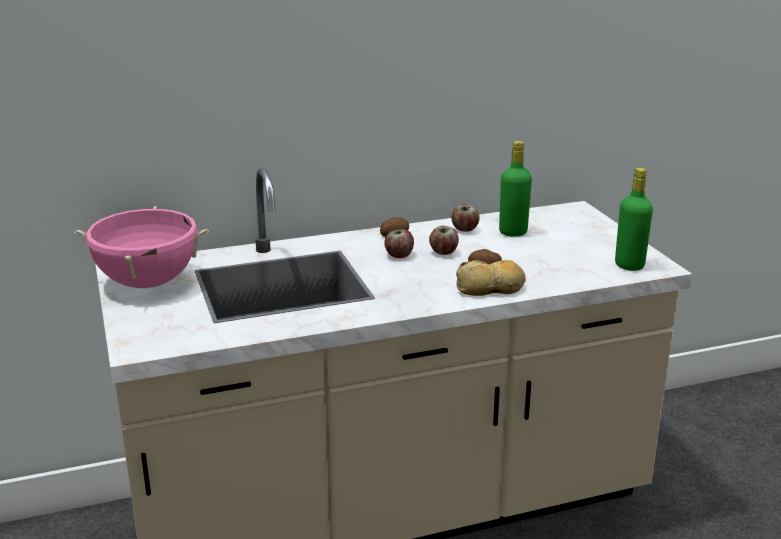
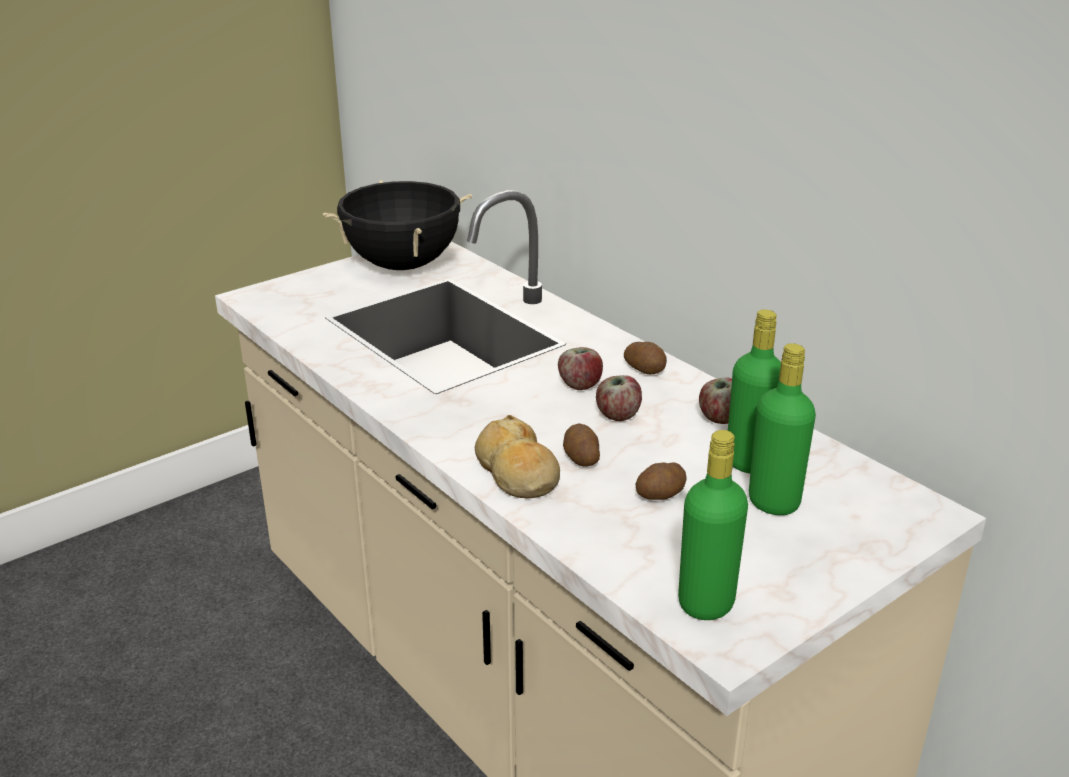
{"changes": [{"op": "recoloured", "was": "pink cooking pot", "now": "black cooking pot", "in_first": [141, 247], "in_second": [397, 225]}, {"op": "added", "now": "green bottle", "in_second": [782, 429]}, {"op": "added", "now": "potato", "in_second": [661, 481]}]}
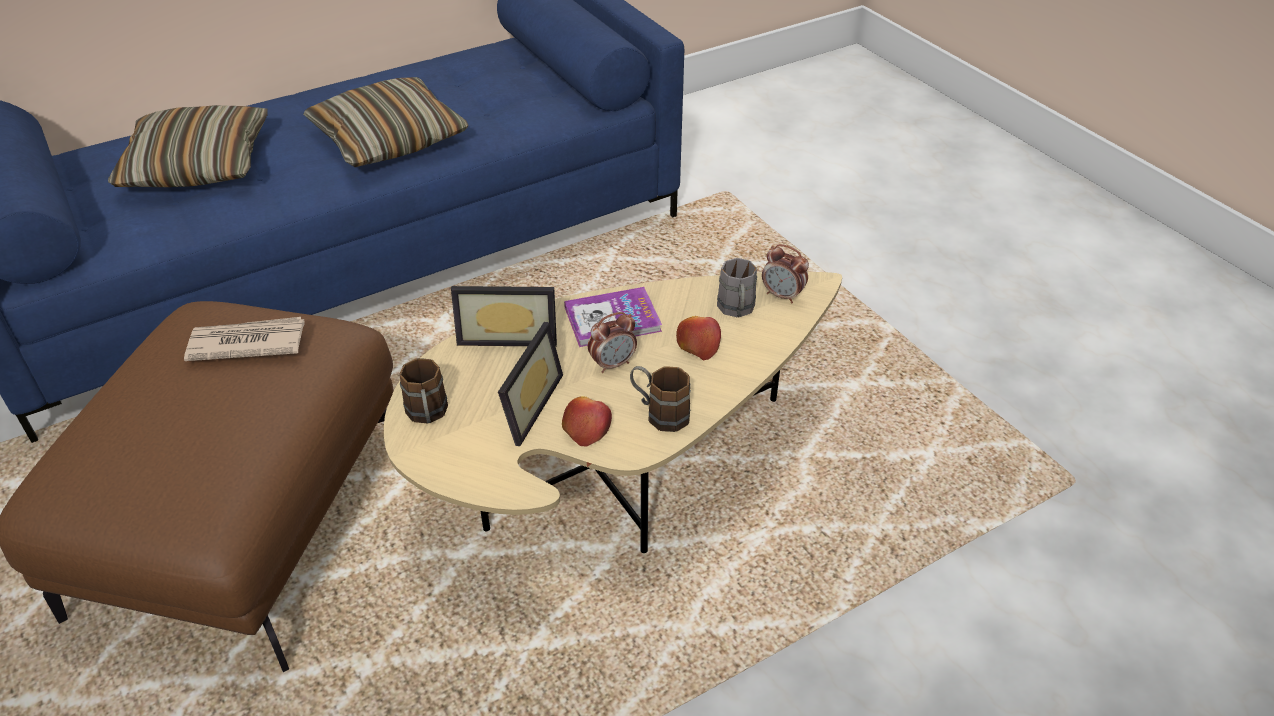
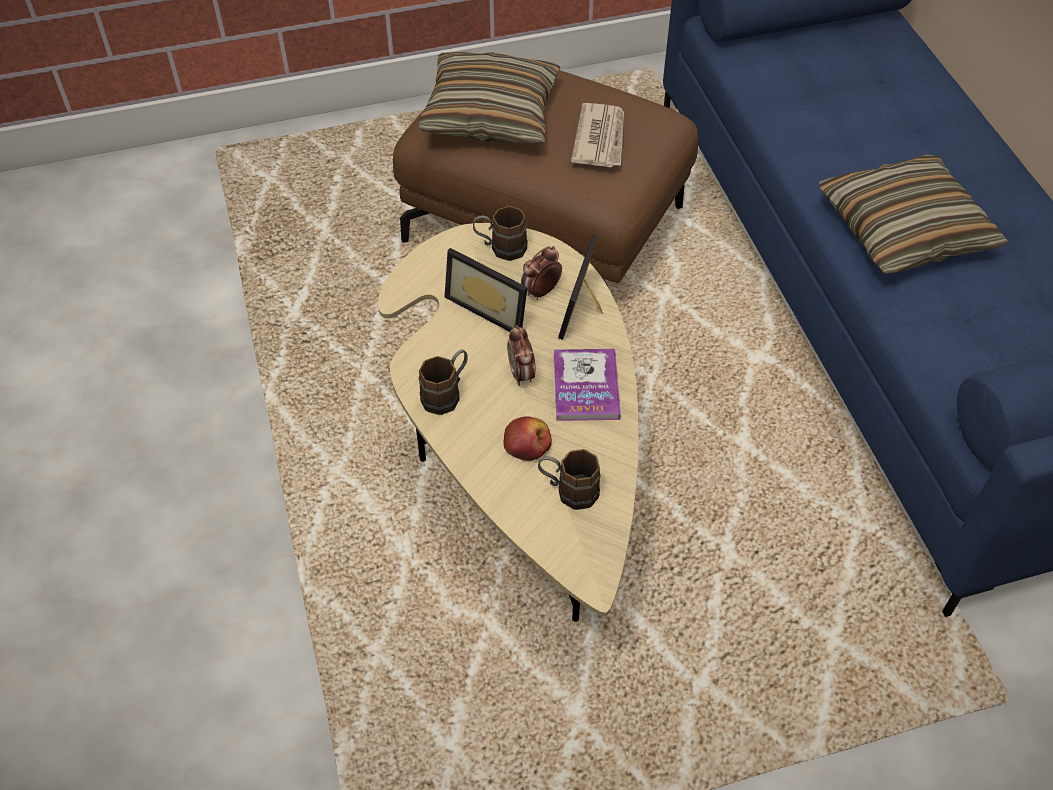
{"changes": [{"op": "moved", "was": "pillow", "in_first": [188, 146], "in_second": [490, 98]}, {"op": "moved", "was": "alarm clock", "in_first": [785, 273], "in_second": [541, 273]}, {"op": "recoloured", "was": "grey mug", "now": "brown mug", "in_first": [737, 288], "in_second": [569, 479]}, {"op": "removed", "was": "apple", "in_first": [587, 421]}]}
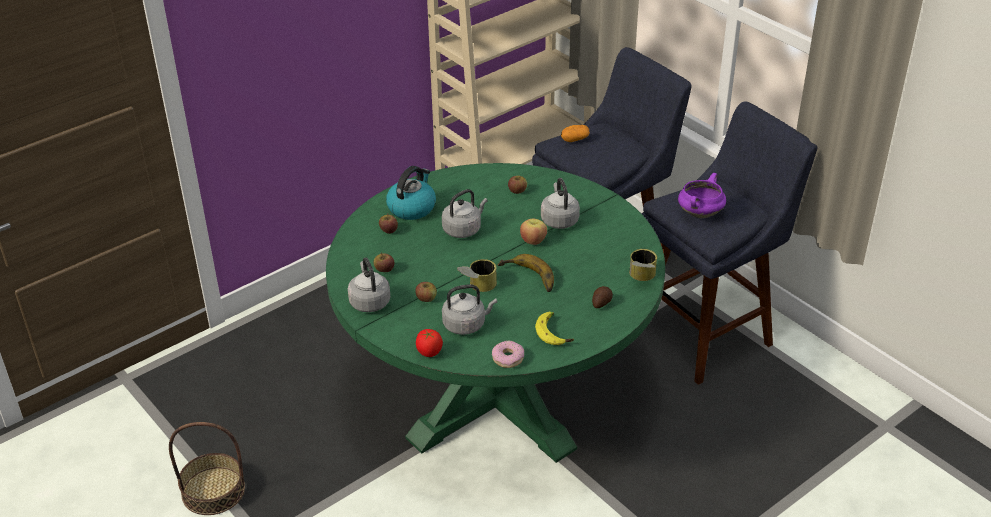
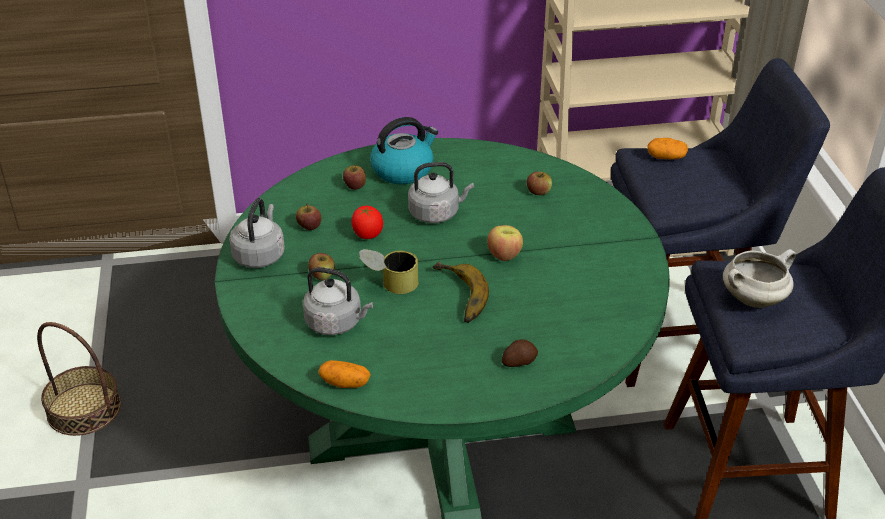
{"changes": [{"op": "recoloured", "was": "purple cooking pot", "now": "white cooking pot", "in_first": [702, 195], "in_second": [759, 278]}, {"op": "removed", "was": "grey kettle", "in_first": [560, 203]}, {"op": "removed", "was": "can", "in_first": [643, 265]}, {"op": "removed", "was": "banana", "in_first": [554, 328]}, {"op": "moved", "was": "tomato", "in_first": [429, 343], "in_second": [367, 222]}, {"op": "replaced", "was": "donut", "now": "potato", "in_first": [508, 354], "in_second": [345, 374]}]}
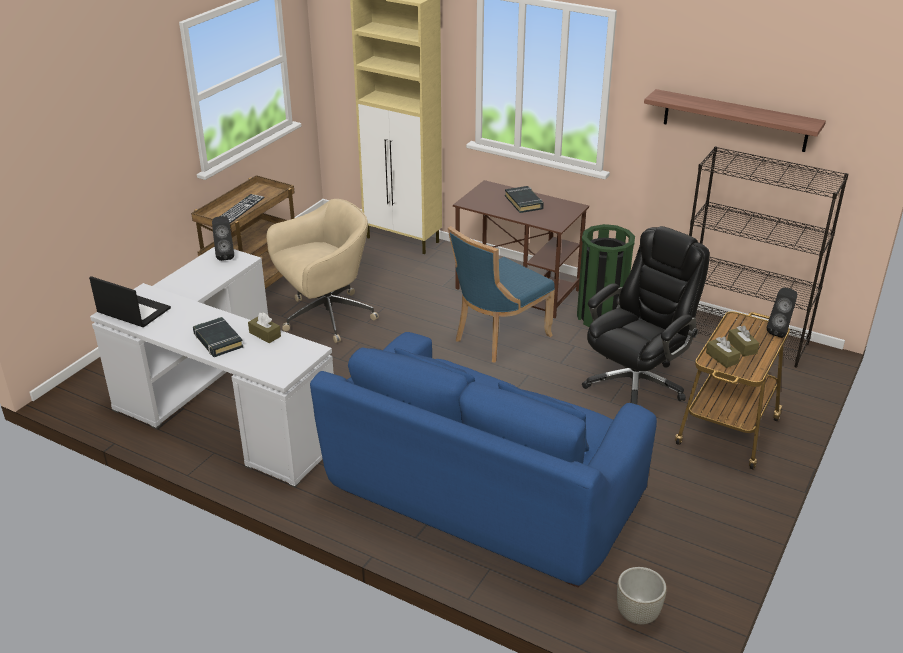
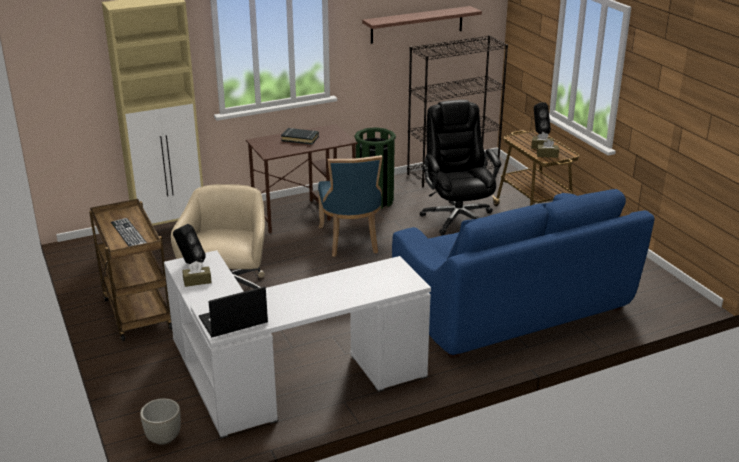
{"changes": [{"op": "moved", "was": "brown tissue box", "in_first": [264, 328], "in_second": [197, 274]}, {"op": "removed", "was": "black book", "in_first": [218, 337]}, {"op": "moved", "was": "grey planter", "in_first": [642, 596], "in_second": [160, 421]}]}
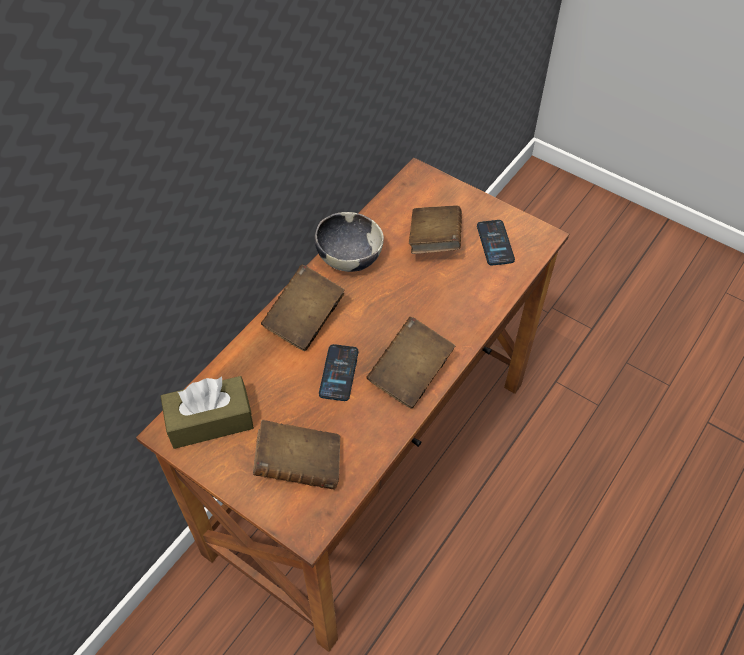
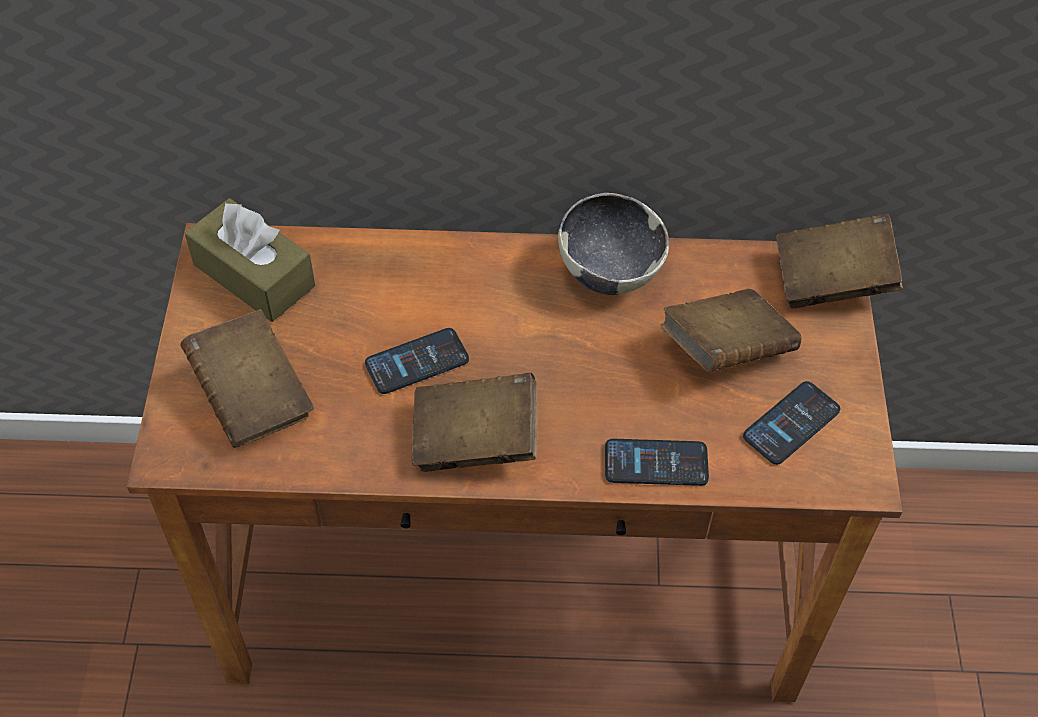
{"changes": [{"op": "moved", "was": "brown book", "in_first": [303, 308], "in_second": [839, 260]}, {"op": "added", "now": "phone", "in_second": [657, 462]}]}
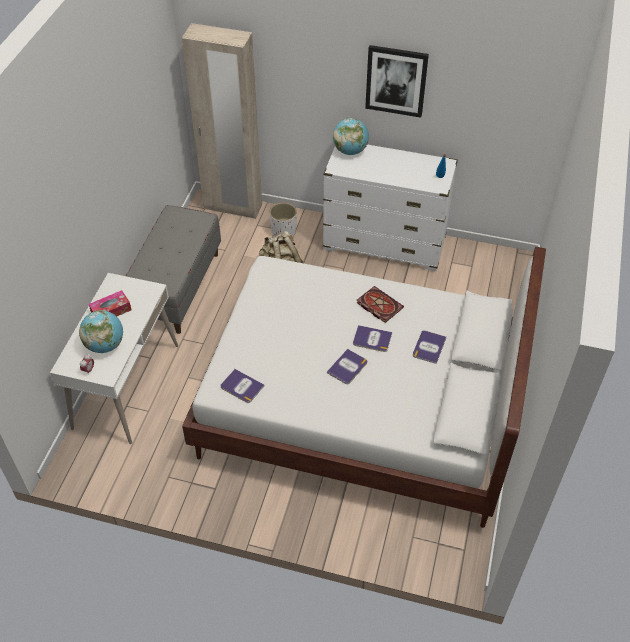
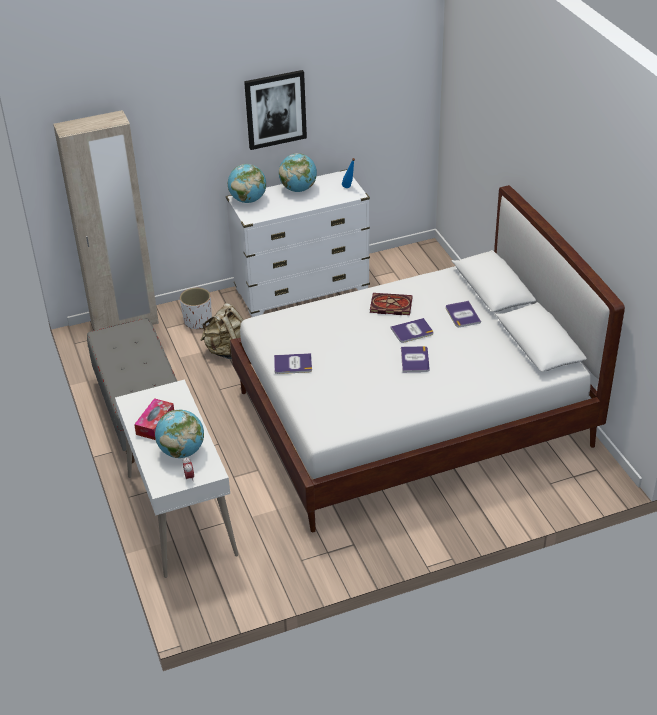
{"changes": [{"op": "moved", "was": "book", "in_first": [242, 386], "in_second": [293, 363]}, {"op": "added", "now": "globe", "in_second": [298, 172]}]}
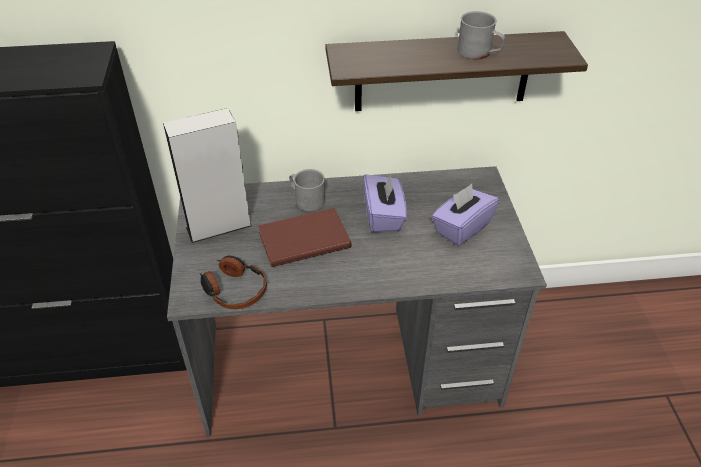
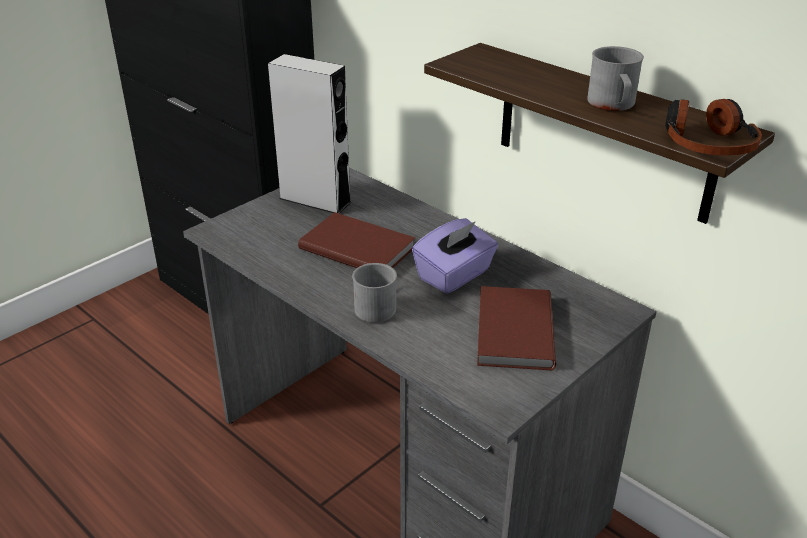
{"changes": [{"op": "moved", "was": "grey mug", "in_first": [307, 190], "in_second": [374, 293]}, {"op": "replaced", "was": "purple tissue box", "now": "brown book", "in_first": [465, 215], "in_second": [516, 328]}, {"op": "moved", "was": "headphones", "in_first": [233, 282], "in_second": [713, 127]}]}
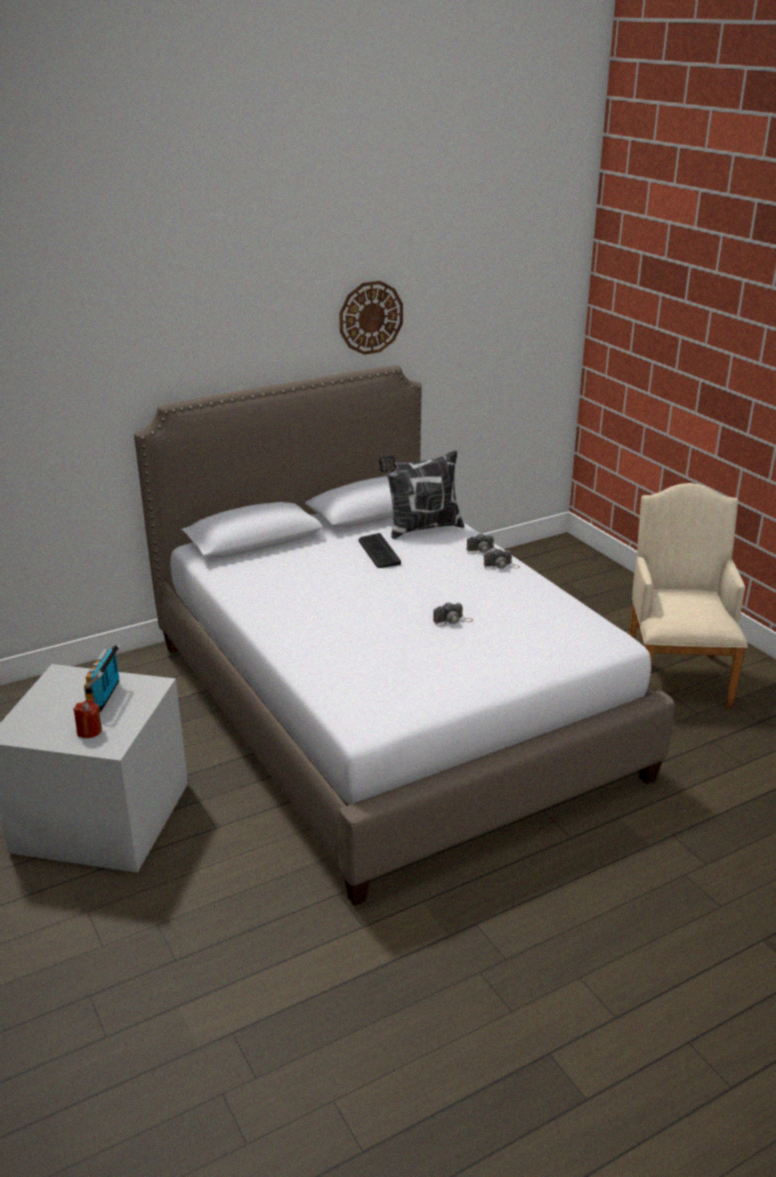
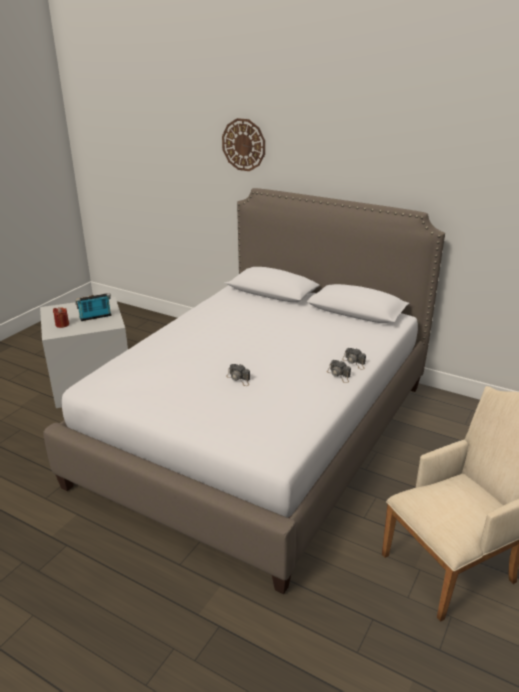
{"changes": [{"op": "moved", "was": "wall clock", "in_first": [371, 318], "in_second": [243, 144]}, {"op": "removed", "was": "pillow", "in_first": [421, 495]}, {"op": "removed", "was": "keyboard", "in_first": [380, 550]}]}
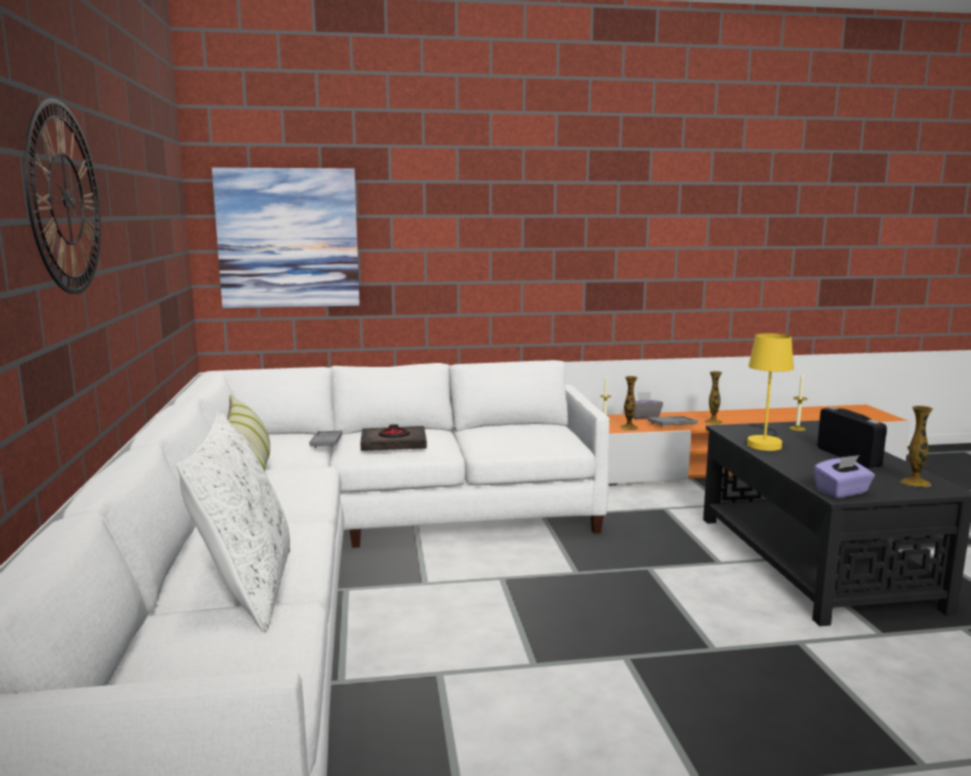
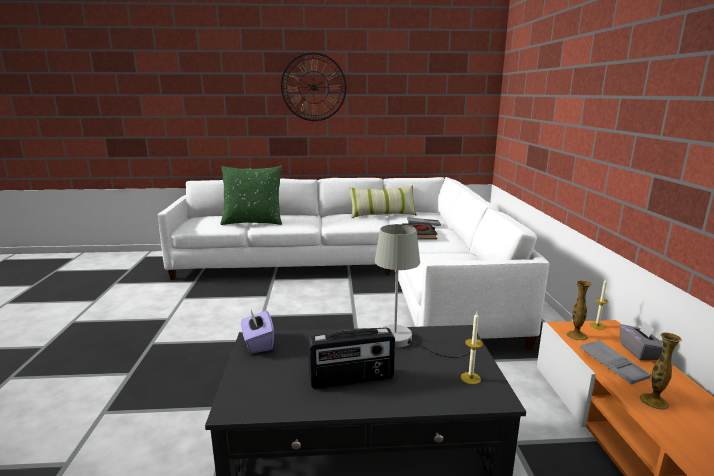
{"changes": [{"op": "removed", "was": "picture", "in_first": [286, 237]}, {"op": "recoloured", "was": "yellow table lamp", "now": "grey table lamp", "in_first": [770, 392], "in_second": [422, 291]}, {"op": "removed", "was": "vase", "in_first": [916, 446]}, {"op": "recoloured", "was": "white pillow", "now": "green pillow", "in_first": [233, 522], "in_second": [251, 195]}]}
